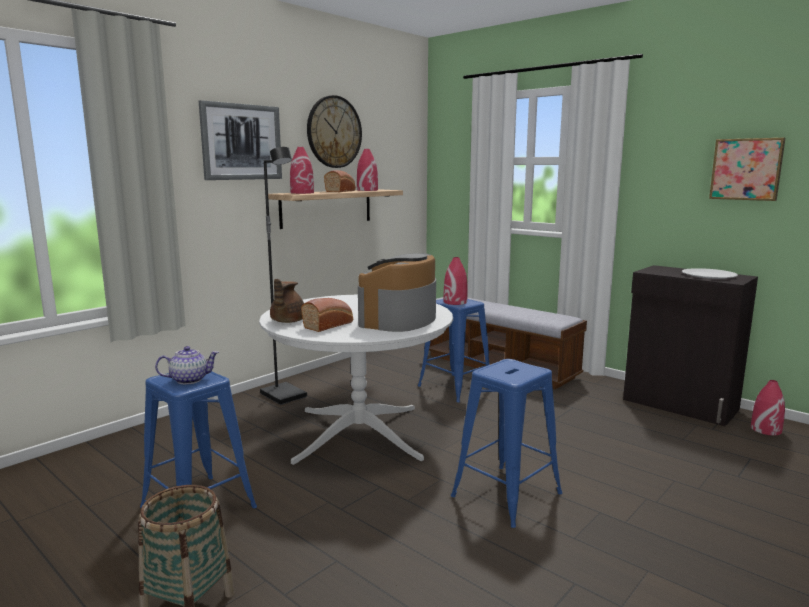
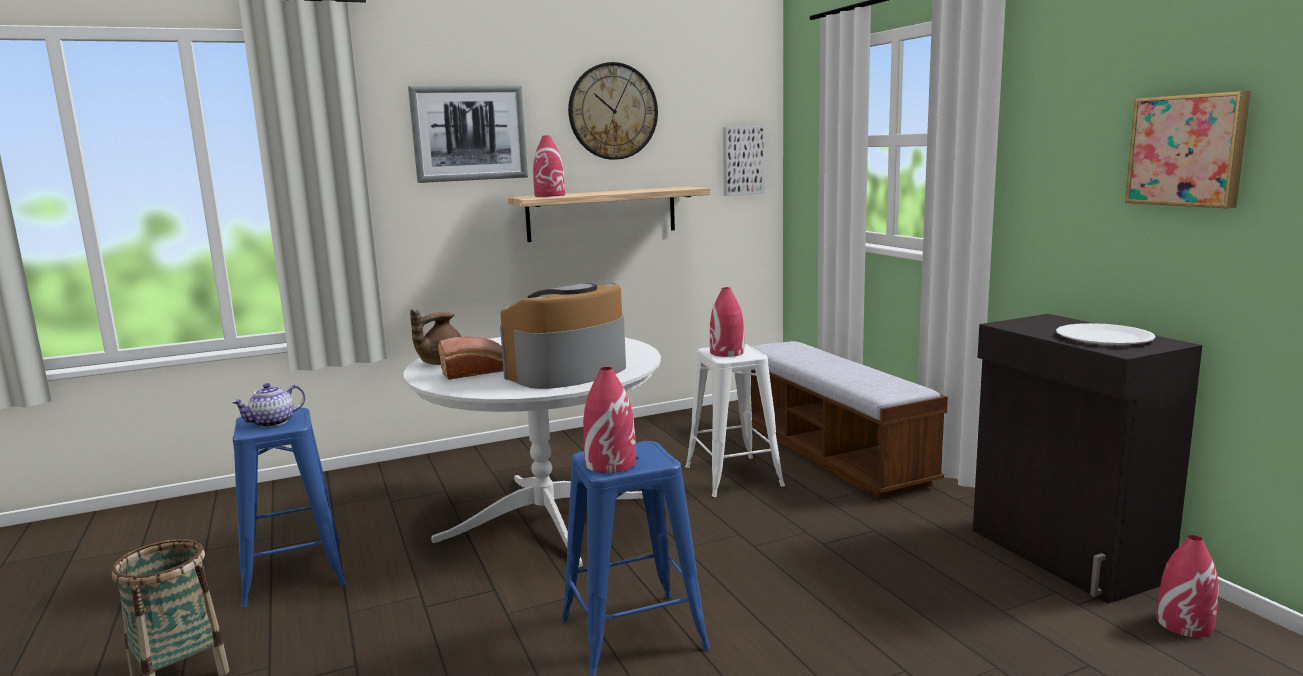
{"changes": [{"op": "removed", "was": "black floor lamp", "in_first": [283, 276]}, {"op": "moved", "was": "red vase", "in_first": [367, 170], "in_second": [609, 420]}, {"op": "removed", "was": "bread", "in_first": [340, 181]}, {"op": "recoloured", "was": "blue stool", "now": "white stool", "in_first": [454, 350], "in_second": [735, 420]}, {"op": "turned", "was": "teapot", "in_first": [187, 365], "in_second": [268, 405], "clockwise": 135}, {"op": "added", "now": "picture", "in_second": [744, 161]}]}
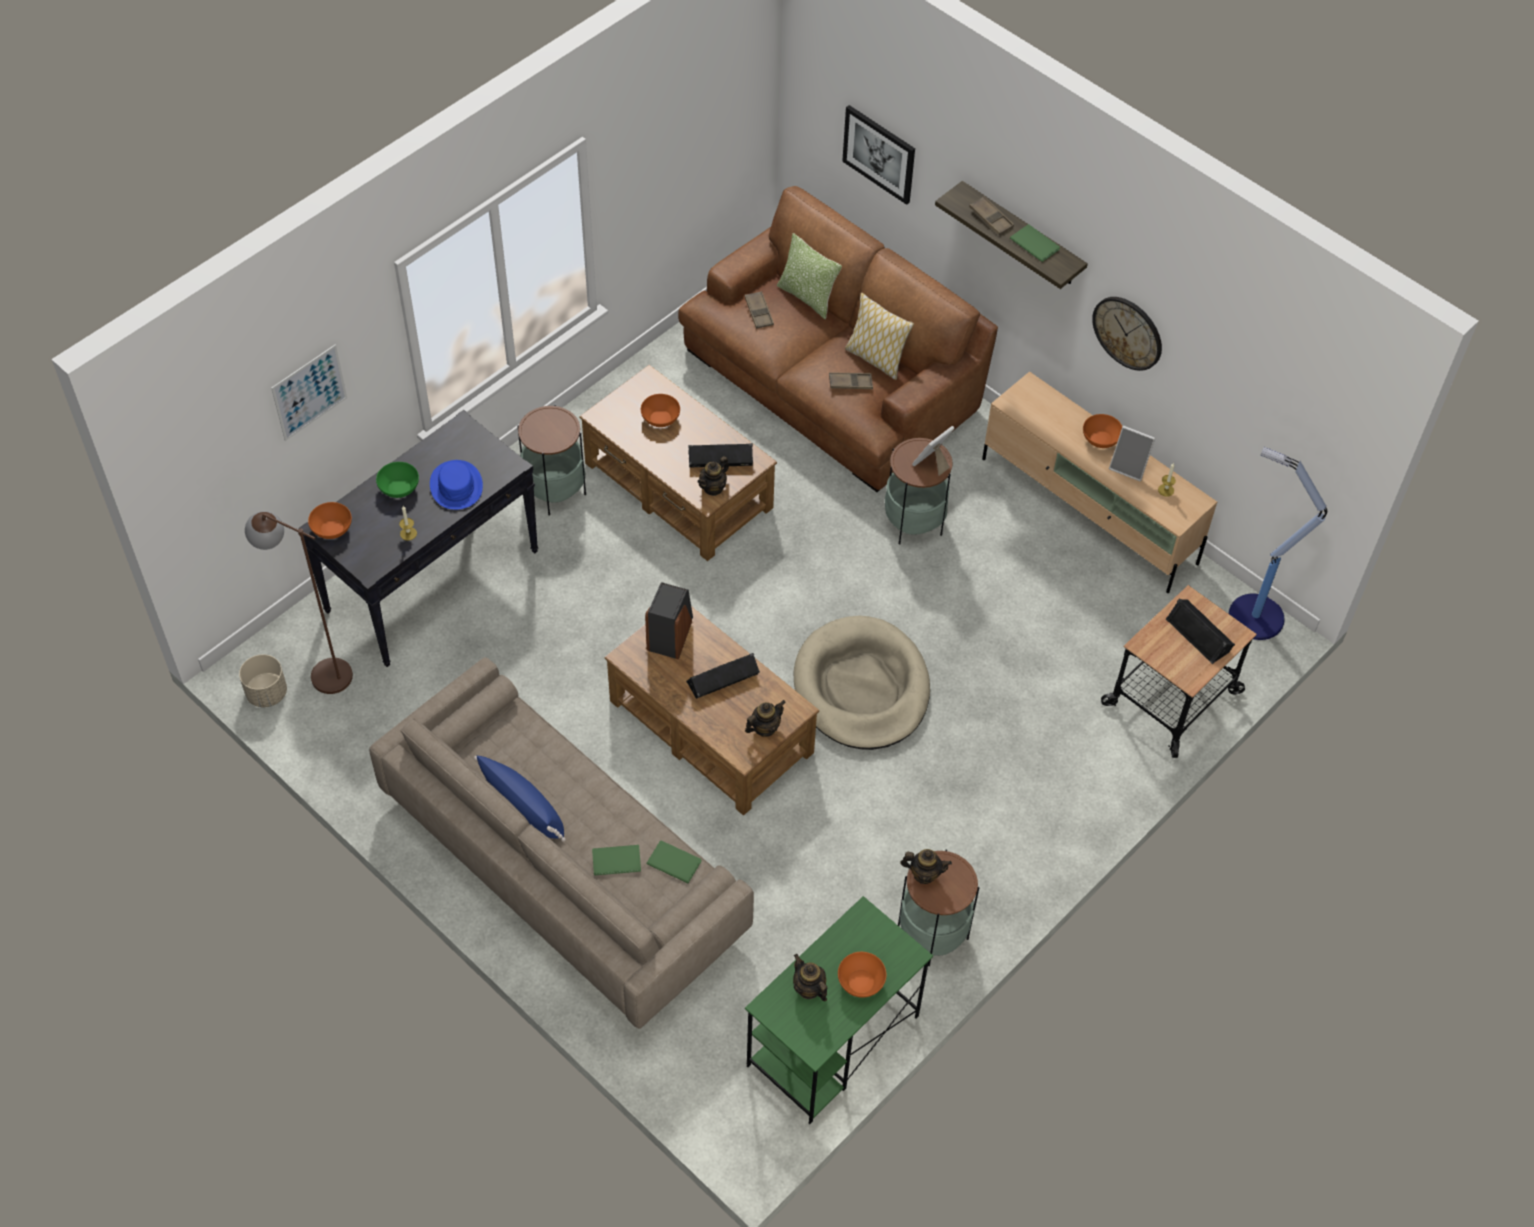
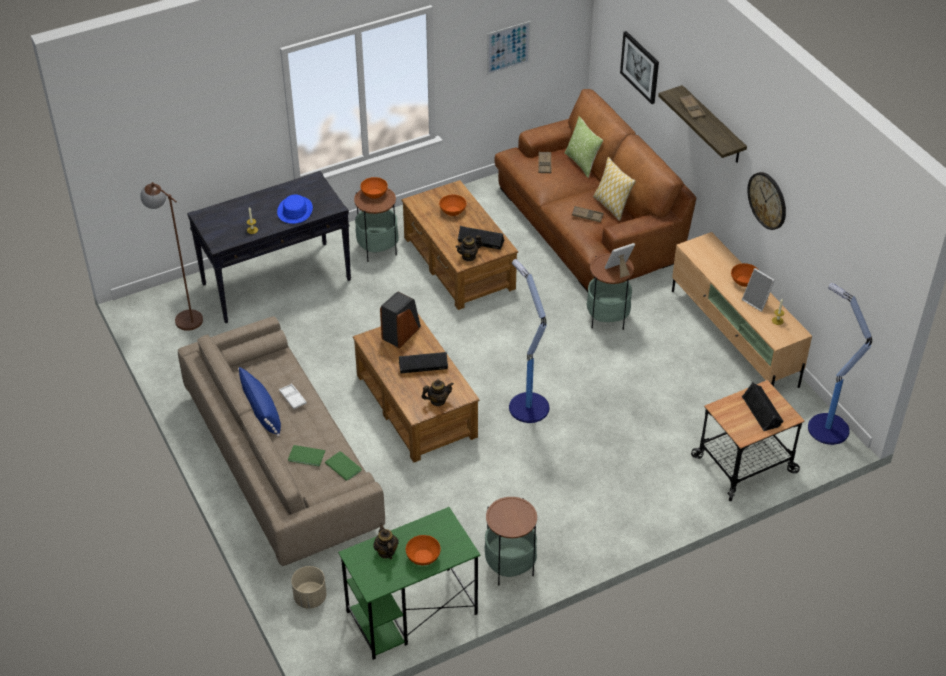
{"changes": [{"op": "removed", "was": "green book", "in_first": [1035, 243]}, {"op": "moved", "was": "picture", "in_first": [309, 393], "in_second": [509, 48]}, {"op": "removed", "was": "green bowl", "in_first": [397, 480]}, {"op": "moved", "was": "orange bowl", "in_first": [330, 520], "in_second": [374, 188]}, {"op": "replaced", "was": "beige dog bed", "now": "floor lamp", "in_first": [861, 683], "in_second": [529, 341]}, {"op": "moved", "was": "beige planter", "in_first": [263, 680], "in_second": [308, 587]}, {"op": "removed", "was": "teapot", "in_first": [926, 866]}, {"op": "added", "now": "white tray", "in_second": [293, 396]}]}
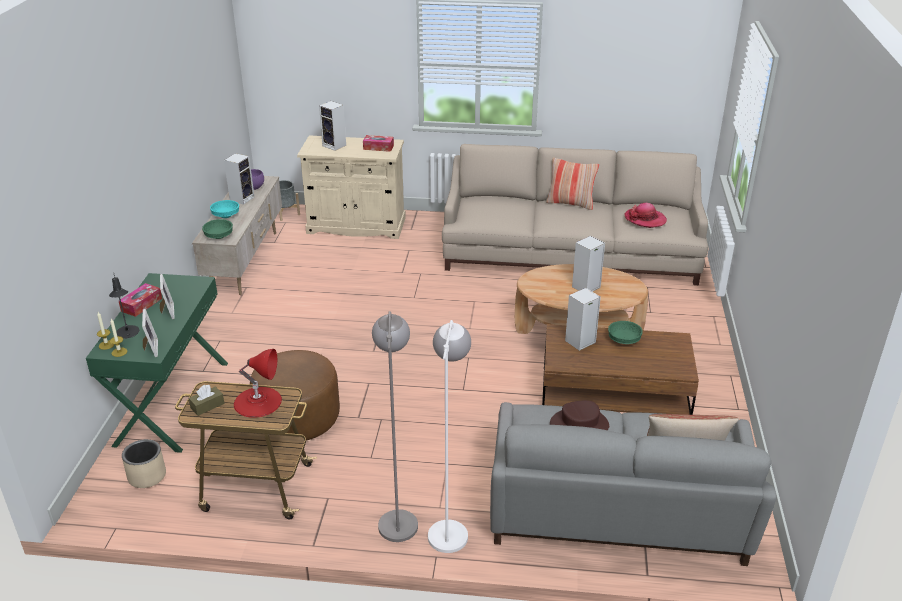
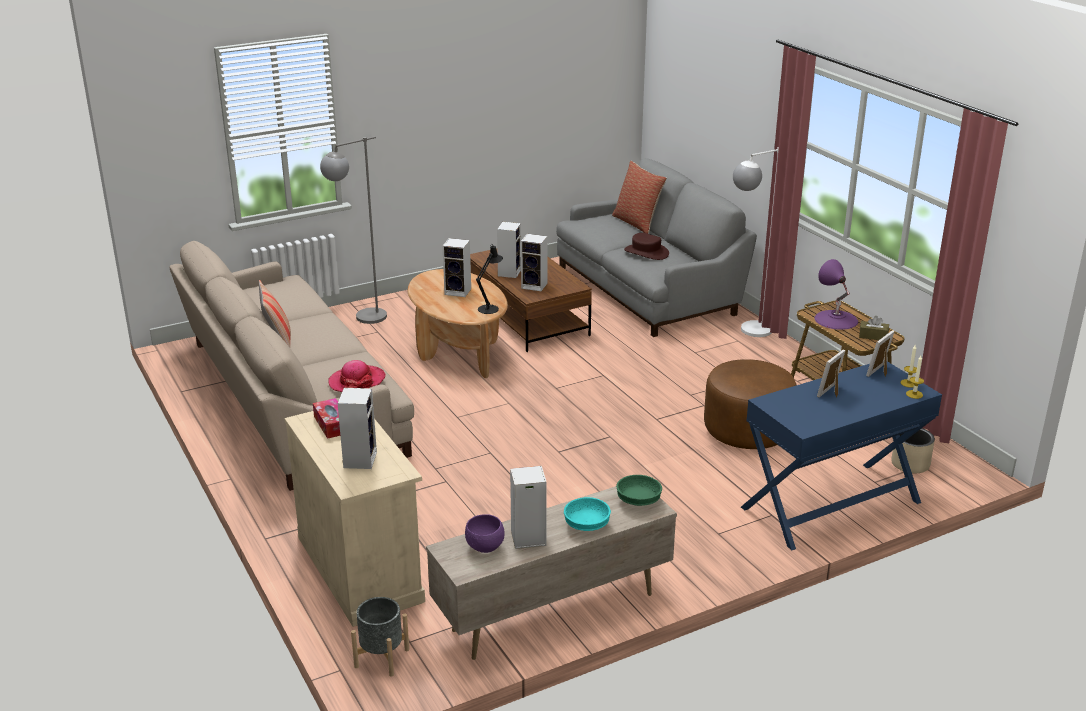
{"changes": [{"op": "moved", "was": "hat", "in_first": [645, 215], "in_second": [356, 376]}, {"op": "recoloured", "was": "green console table", "now": "blue console table", "in_first": [157, 363], "in_second": [841, 456]}, {"op": "moved", "was": "black table lamp", "in_first": [124, 307], "in_second": [489, 279]}, {"op": "removed", "was": "tissue box", "in_first": [140, 300]}, {"op": "moved", "was": "grey floor lamp", "in_first": [395, 426], "in_second": [353, 230]}, {"op": "replaced", "was": "green bowl", "now": "speaker", "in_first": [625, 332], "in_second": [509, 250]}, {"op": "recoloured", "was": "red table lamp", "now": "purple table lamp", "in_first": [258, 383], "in_second": [836, 294]}]}
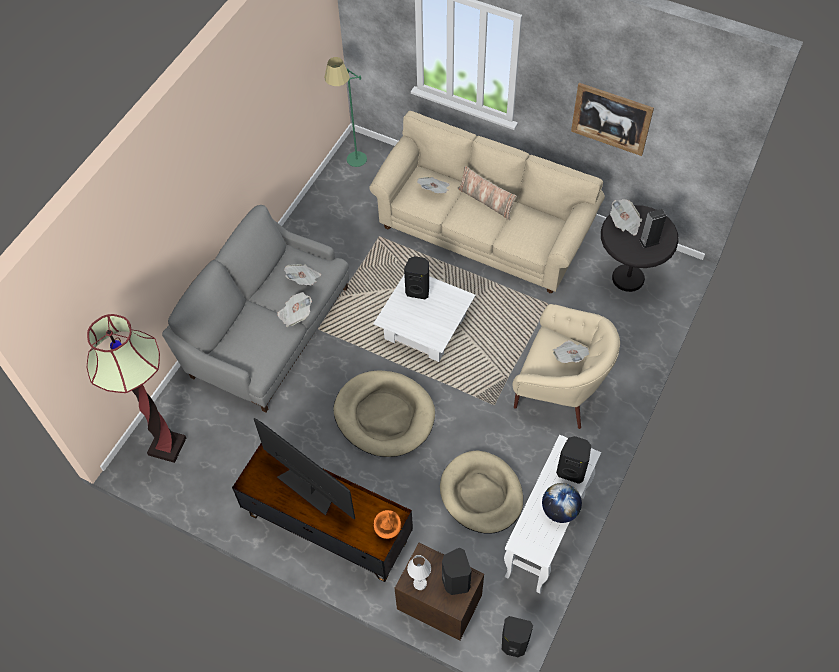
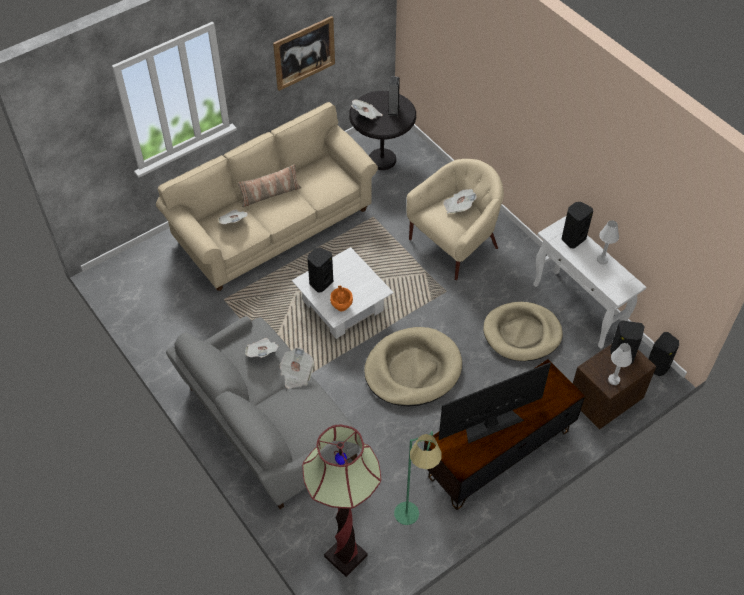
{"changes": [{"op": "moved", "was": "green floor lamp", "in_first": [345, 112], "in_second": [418, 478]}, {"op": "replaced", "was": "globe", "now": "white table lamp", "in_first": [562, 503], "in_second": [608, 242]}, {"op": "moved", "was": "orange vase", "in_first": [387, 524], "in_second": [341, 298]}]}
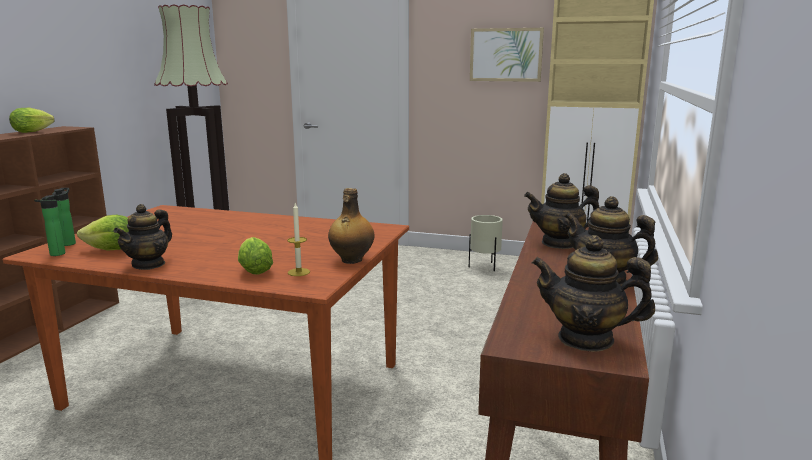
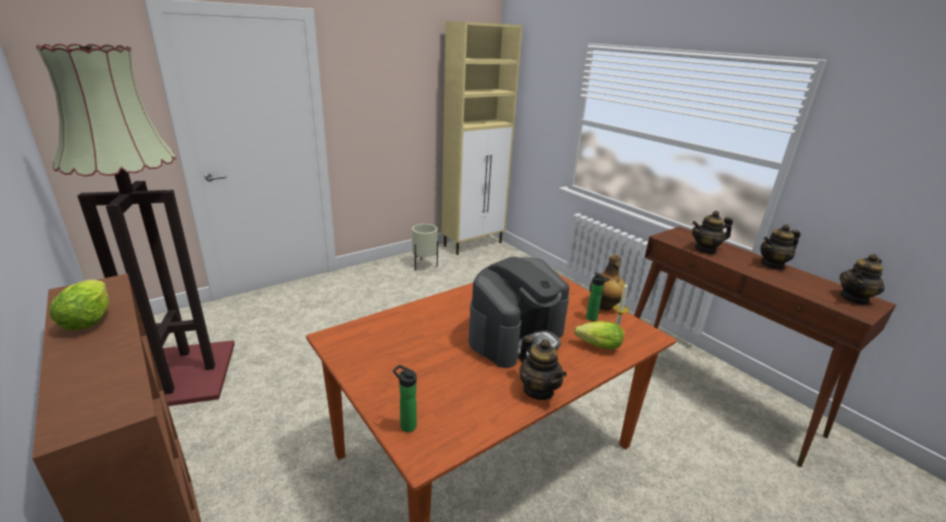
{"changes": [{"op": "removed", "was": "picture", "in_first": [507, 55]}, {"op": "turned", "was": "teapot", "in_first": [562, 211], "in_second": [712, 232], "clockwise": 45}, {"op": "moved", "was": "bottle", "in_first": [49, 225], "in_second": [598, 297]}, {"op": "removed", "was": "lettuce", "in_first": [103, 233]}, {"op": "added", "now": "coffee machine", "in_second": [518, 312]}]}
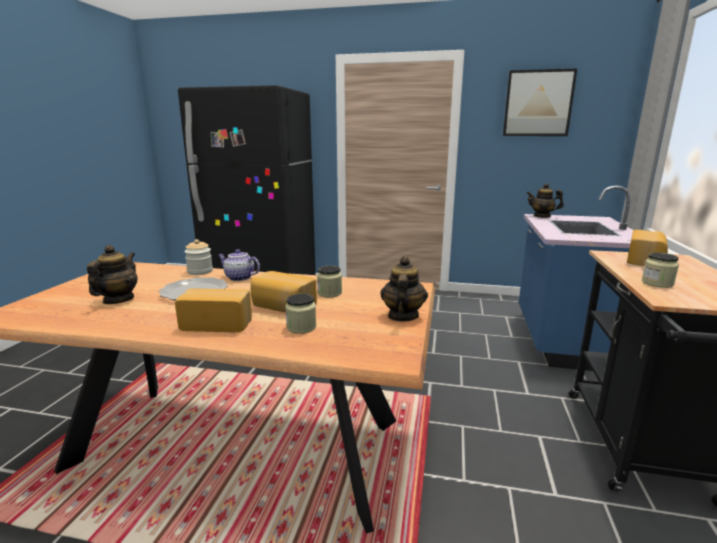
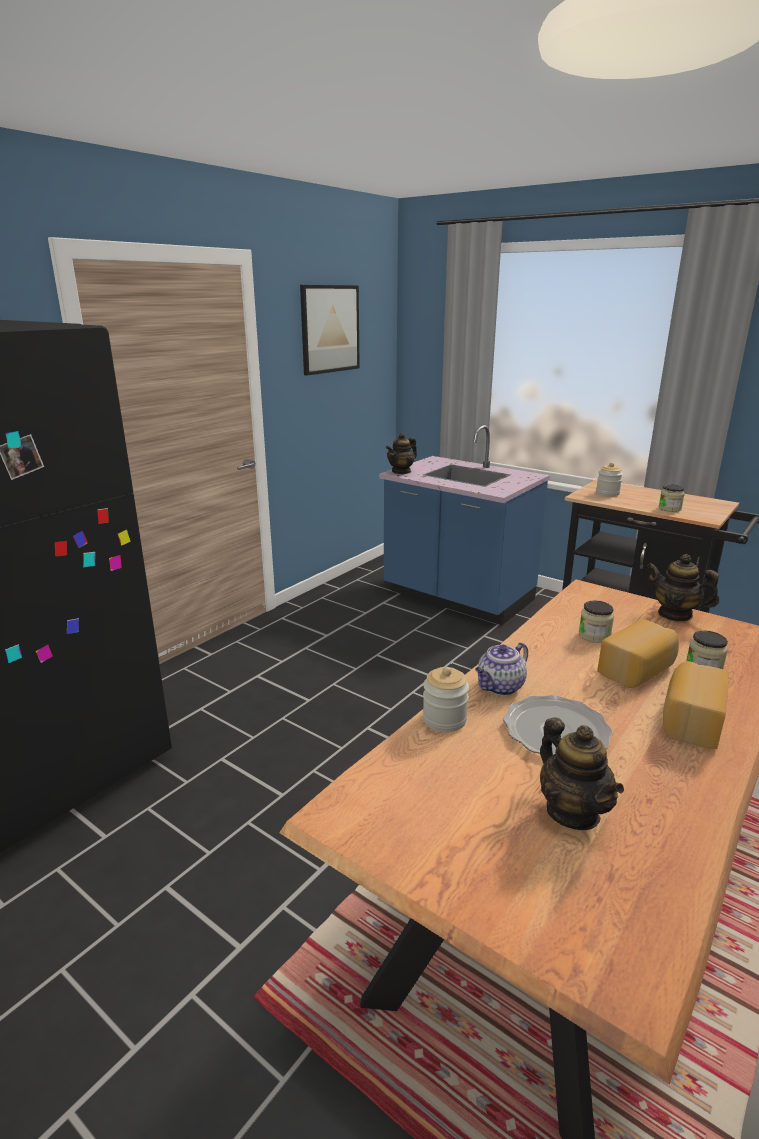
{"changes": [{"op": "replaced", "was": "bread", "now": "jar", "in_first": [647, 248], "in_second": [609, 479]}, {"op": "turned", "was": "teapot", "in_first": [112, 274], "in_second": [582, 773], "clockwise": -150}]}
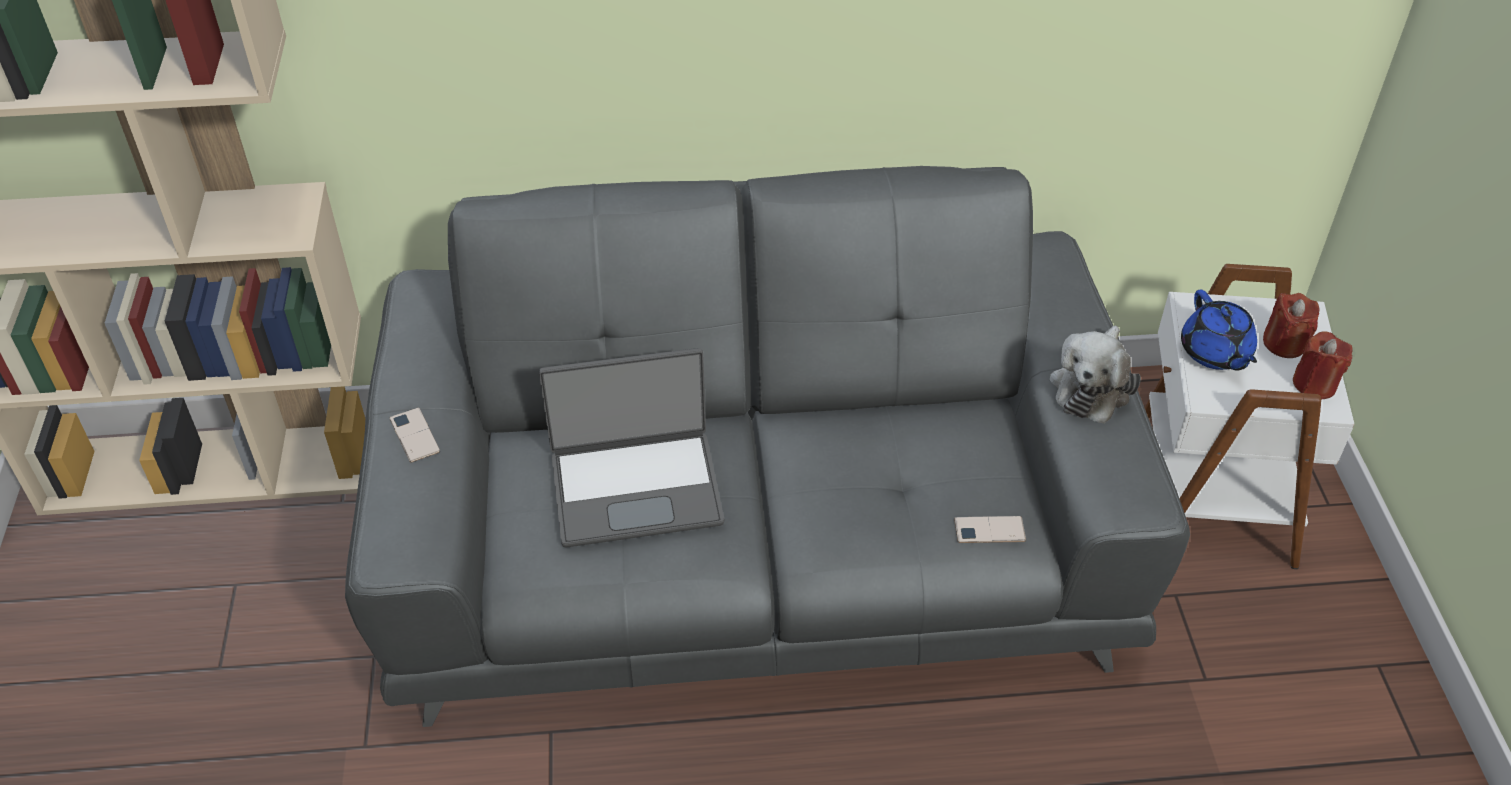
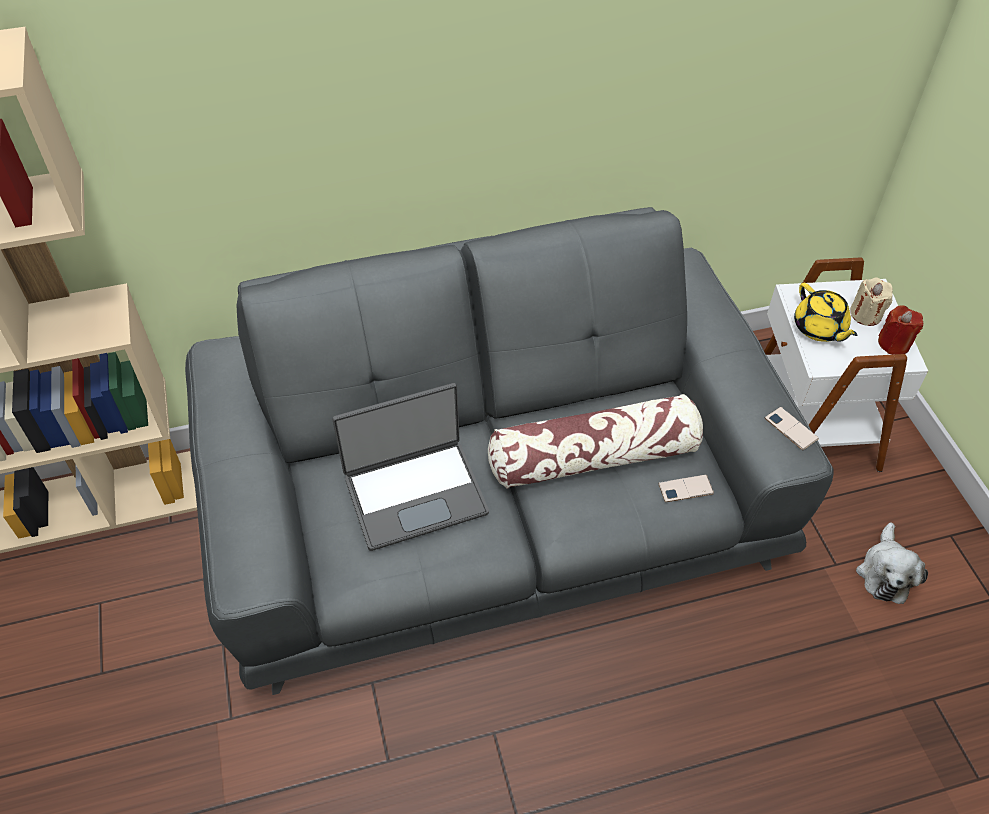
{"changes": [{"op": "recoloured", "was": "blue teapot", "now": "yellow teapot", "in_first": [1219, 330], "in_second": [825, 312]}, {"op": "recoloured", "was": "red candle", "now": "beige candle", "in_first": [1291, 325], "in_second": [871, 301]}, {"op": "moved", "was": "plush toy", "in_first": [1095, 375], "in_second": [892, 563]}, {"op": "moved", "was": "phone", "in_first": [415, 435], "in_second": [792, 428]}, {"op": "added", "now": "pillow", "in_second": [595, 441]}]}
